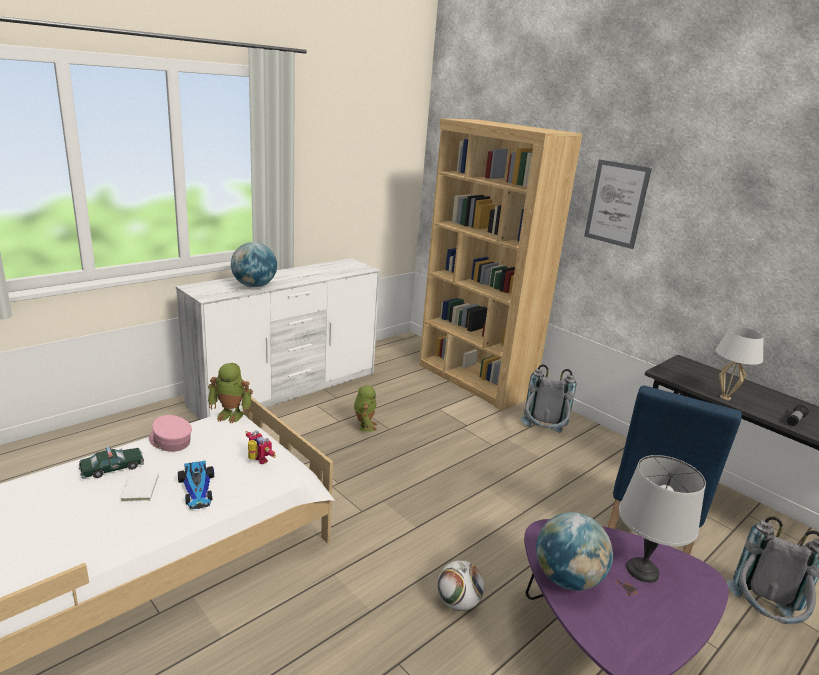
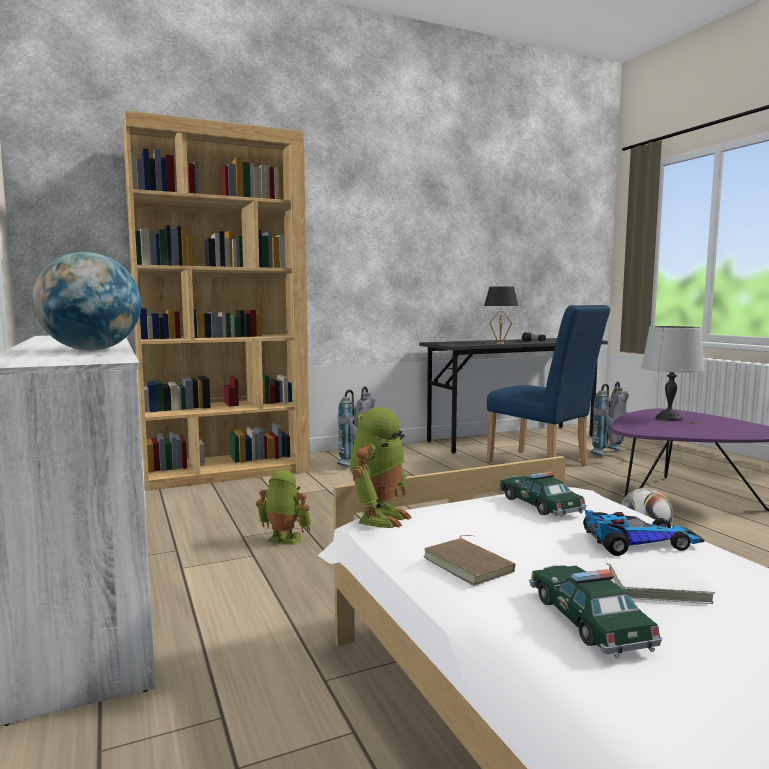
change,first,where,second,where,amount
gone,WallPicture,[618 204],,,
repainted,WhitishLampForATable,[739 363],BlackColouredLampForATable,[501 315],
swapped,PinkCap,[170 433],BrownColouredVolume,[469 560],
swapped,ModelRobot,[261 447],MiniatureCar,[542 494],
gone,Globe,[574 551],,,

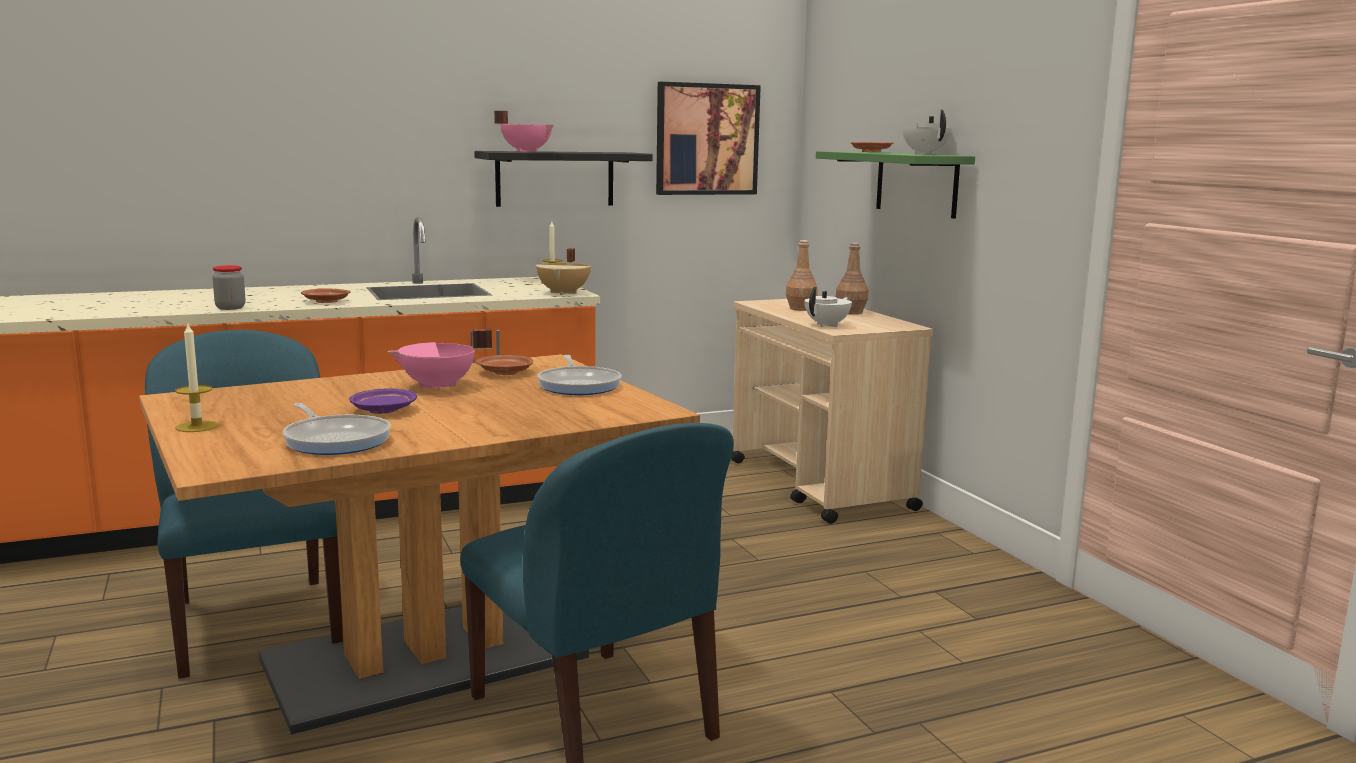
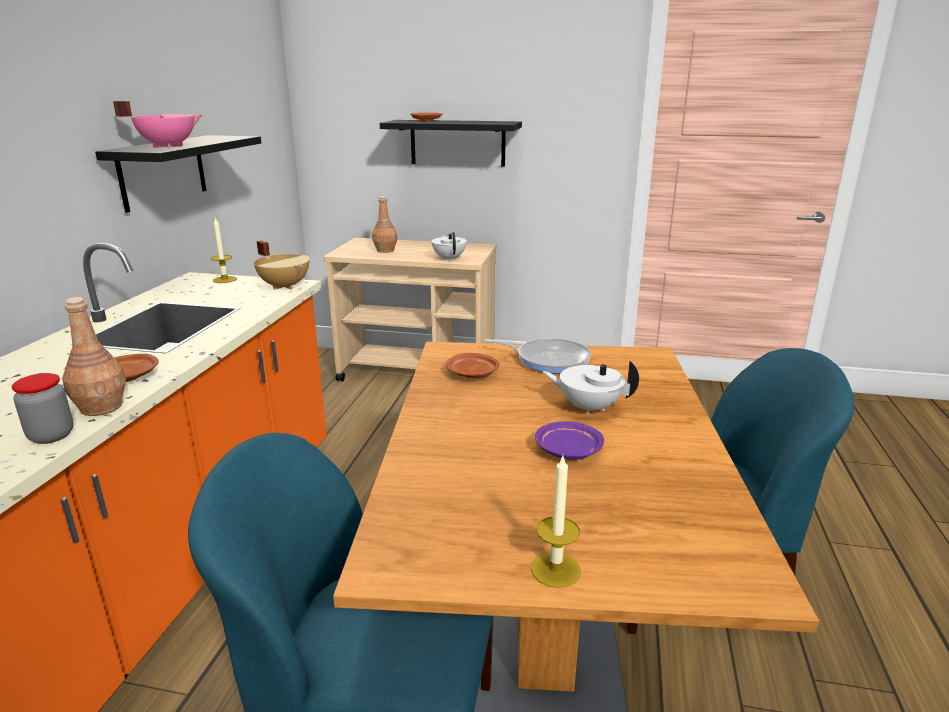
change,first,where,second,where,amount
gone,WallPicture,[708 138],,,
shifted,WhitishTeaPot,[927 131],,[591 388],
repainted,GreenishShelf,[895 185],BlackColouredShelf,[451 143],
shifted,BrownColouredBeverageBottle,[852 278],,[94 356],
gone,PinkCookingPot,[439 360],,,
gone,Pan,[336 429],,,

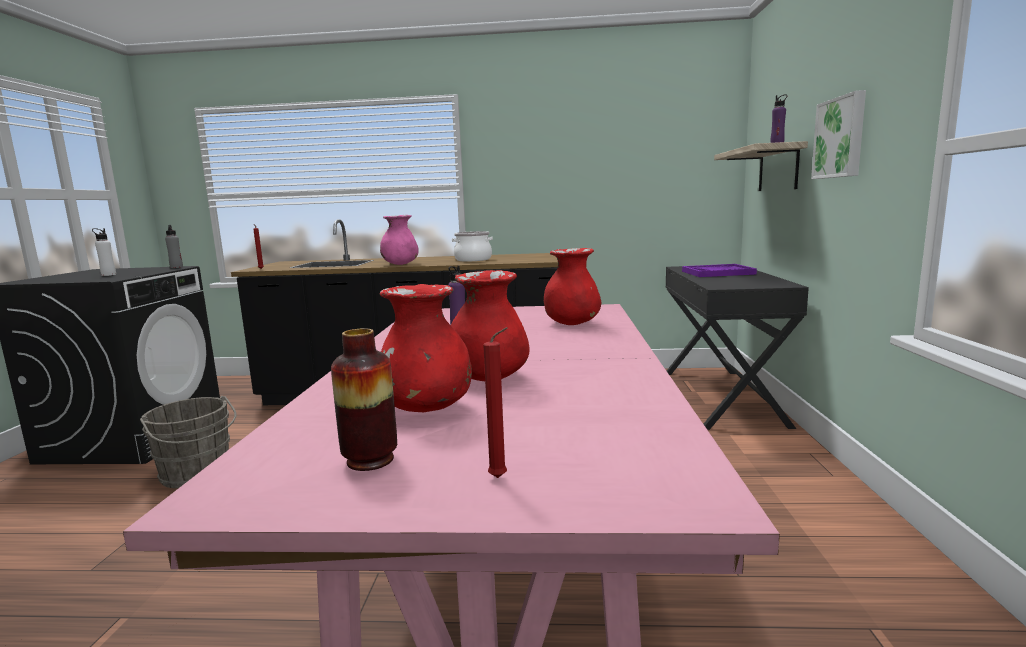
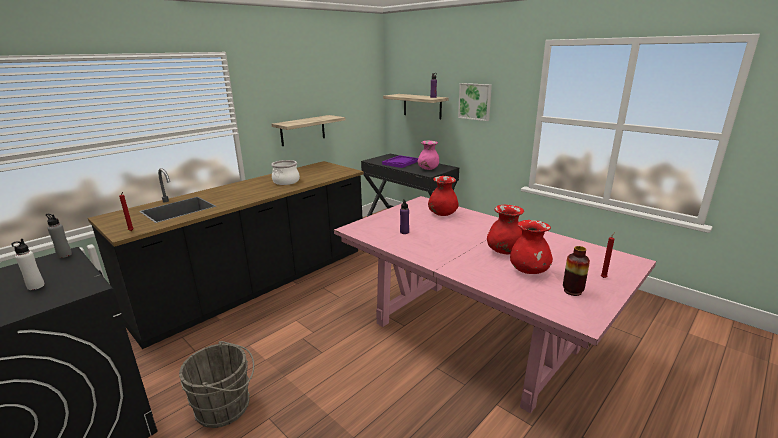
change,first,where,second,where,amount
shifted,PinkFlowerVase,[399 240],,[428 155],
new,,,Shelf,[308 130],

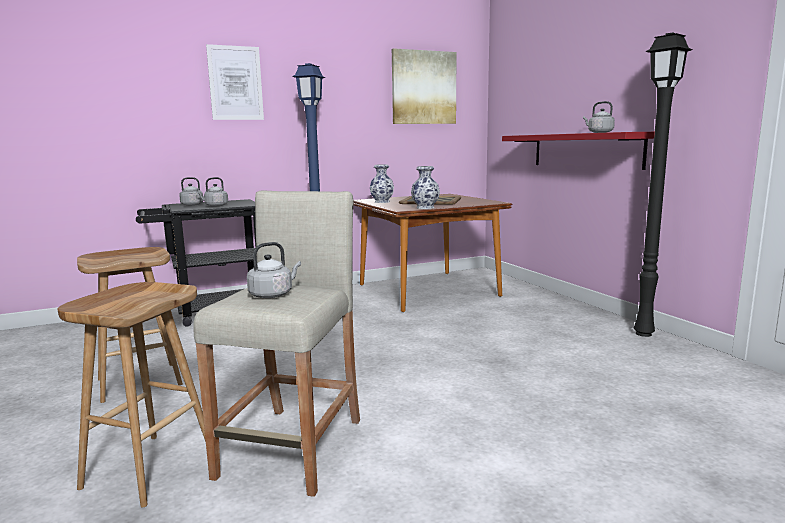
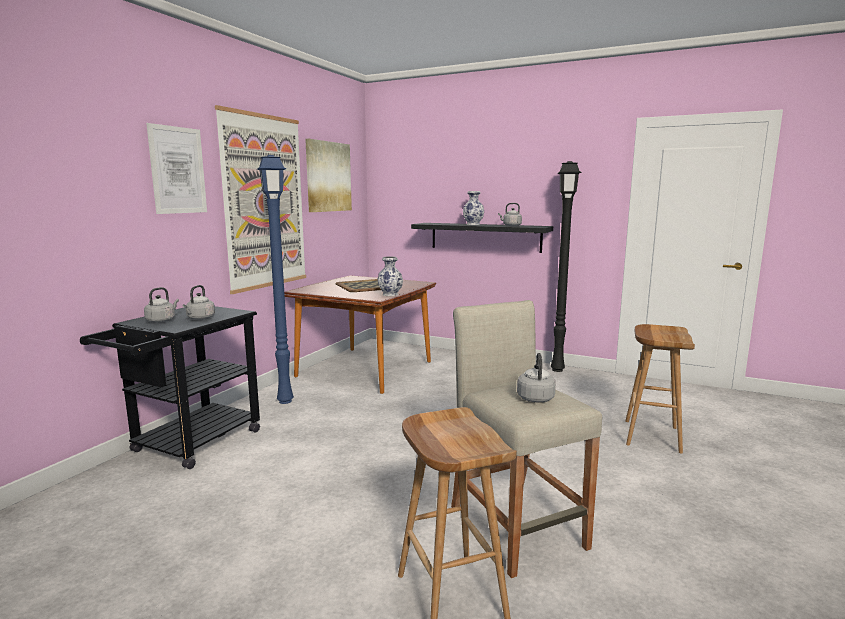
change,first,where,second,where,amount
repainted,RedShelf,[578 151],BlackColouredShelf,[482 238],
shifted,FlowerVase,[382 183],,[473 208],
shifted,BrownColouredStool,[130 325],,[660 389],
new,,,WallPicture,[260 199],

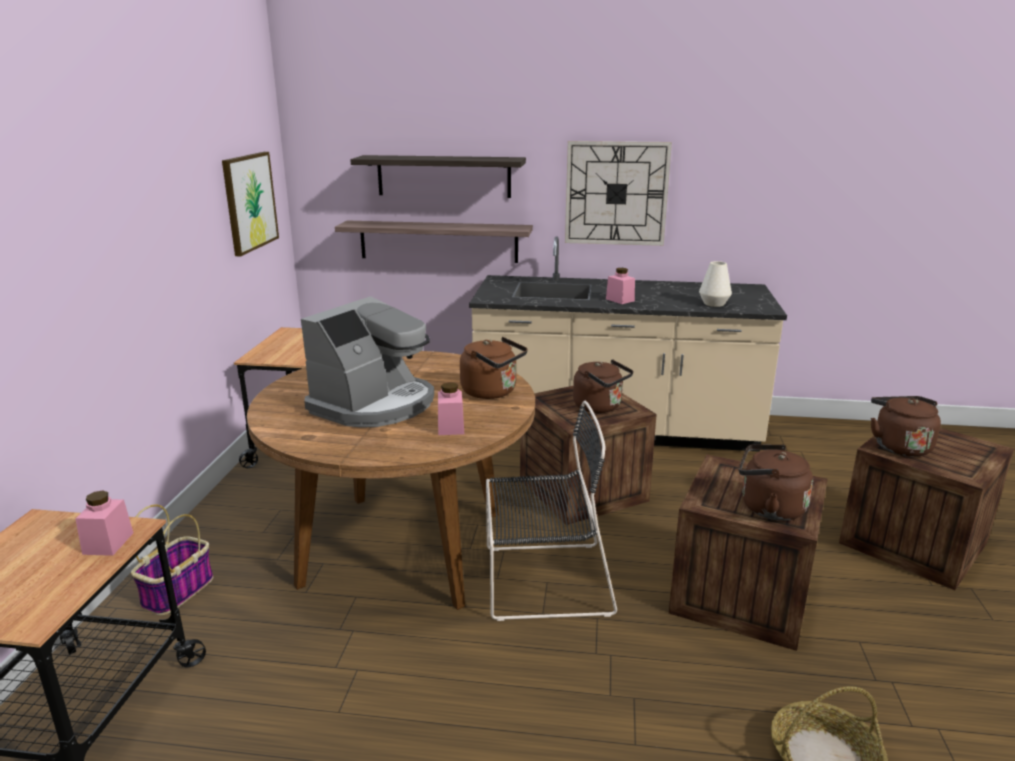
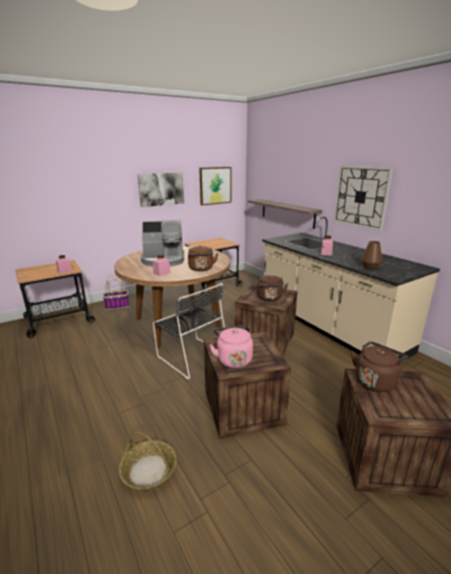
change,first,where,second,where,amount
gone,Shelf,[438 176],,,
repainted,WhitishFlowerVase,[715 284],BrownColouredFlowerVase,[371 255],
repainted,BrownColouredTeaKettle,[776 482],PinkTeaKettle,[231 346],
new,,,WallPicture,[161 189],

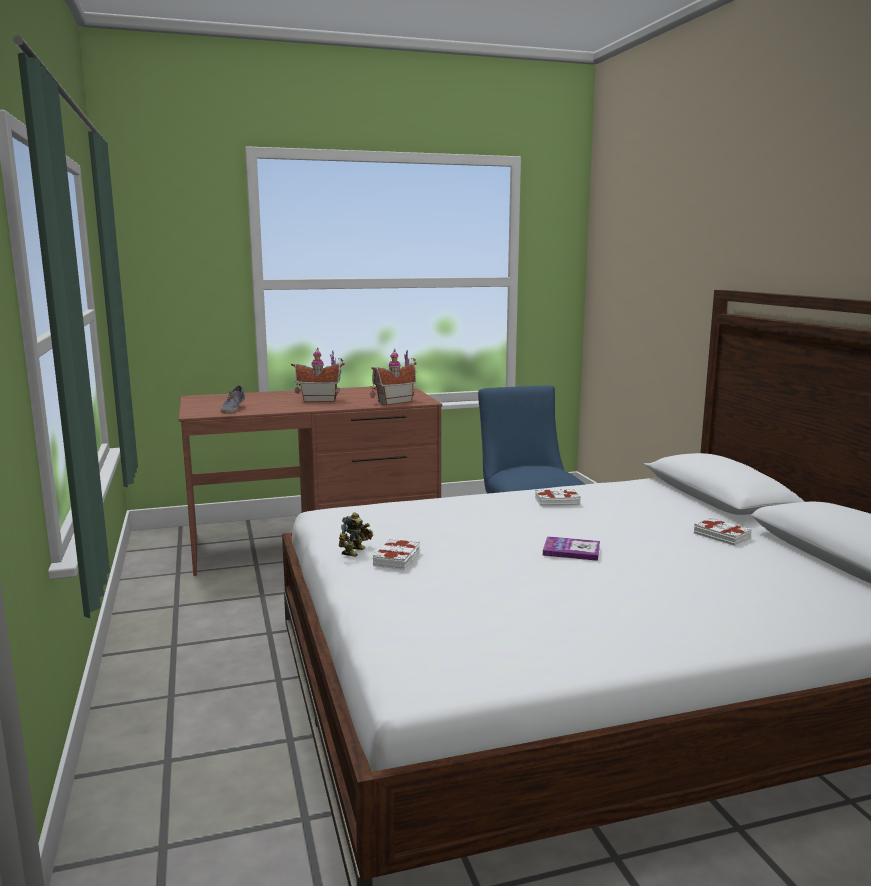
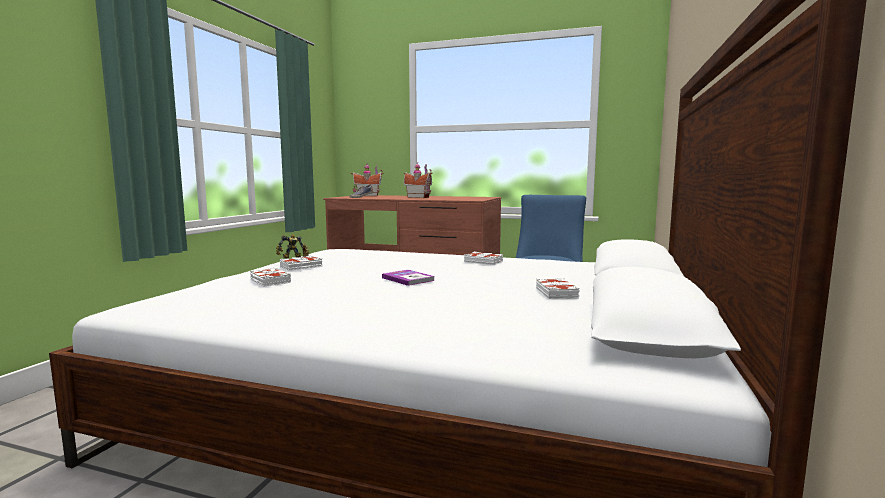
change,first,where,second,where,amount
shifted,ToyHouse,[393 376],,[367 179],
new,,,WhitishVolume,[270 277],

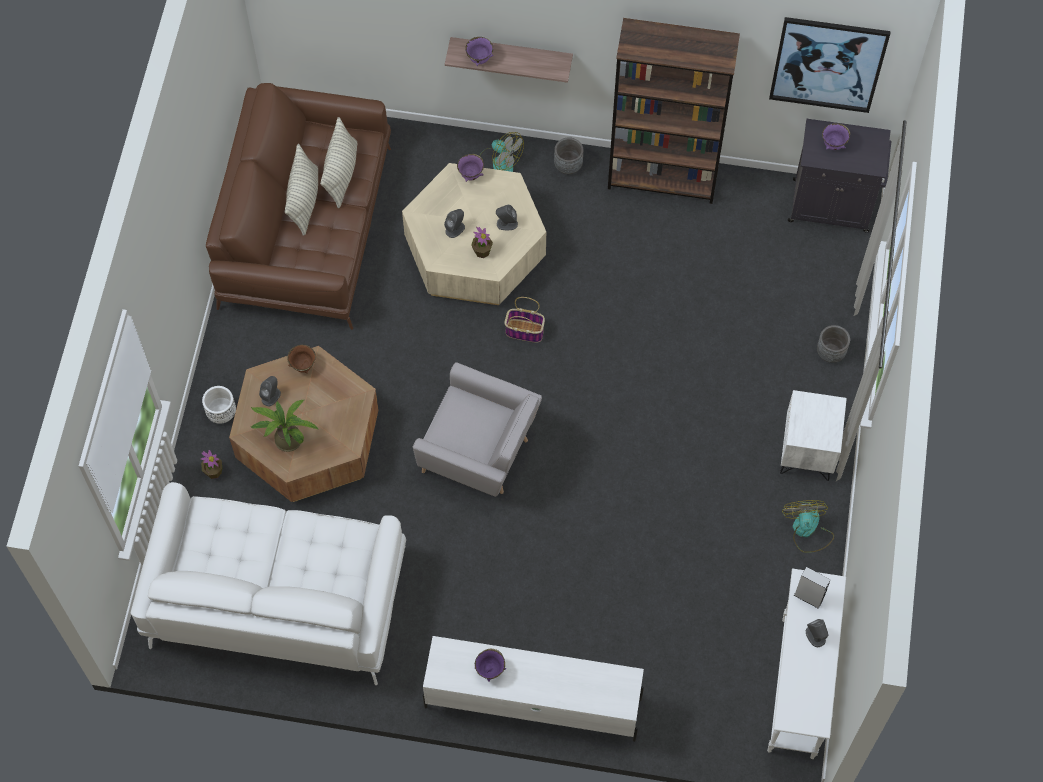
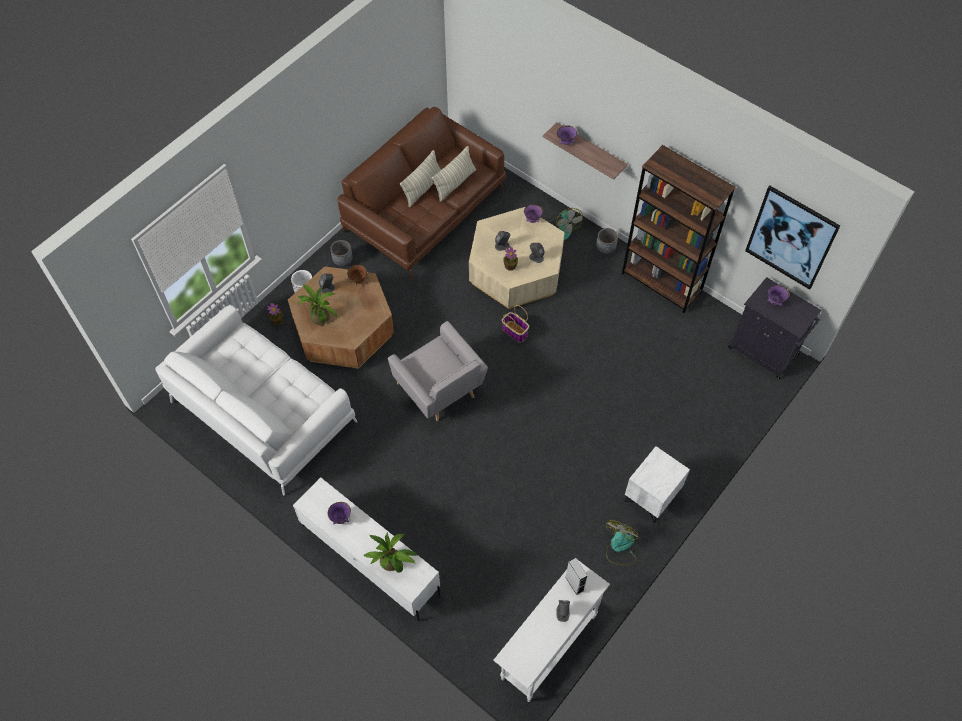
change,first,where,second,where,amount
shifted,GrayPlanter,[833 344],,[341 253],
new,,,PottedPlant,[390 552],

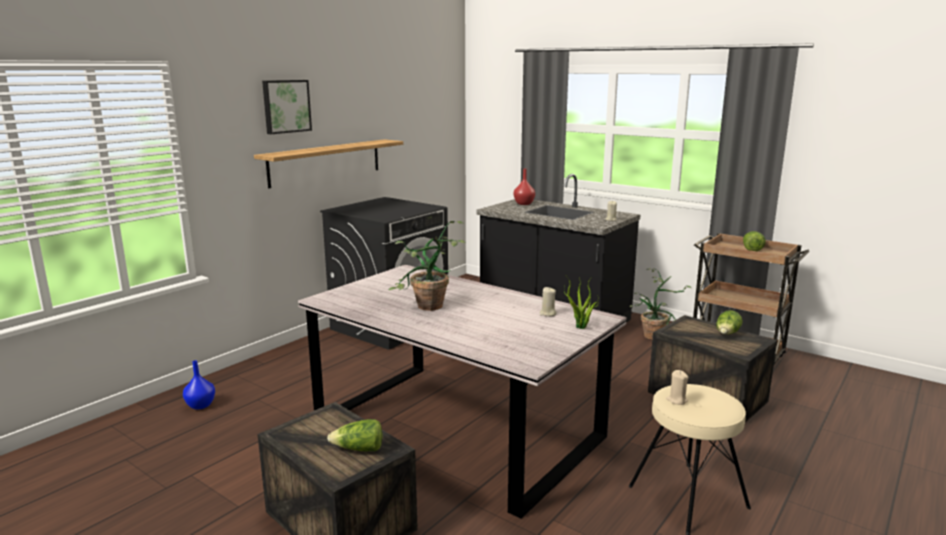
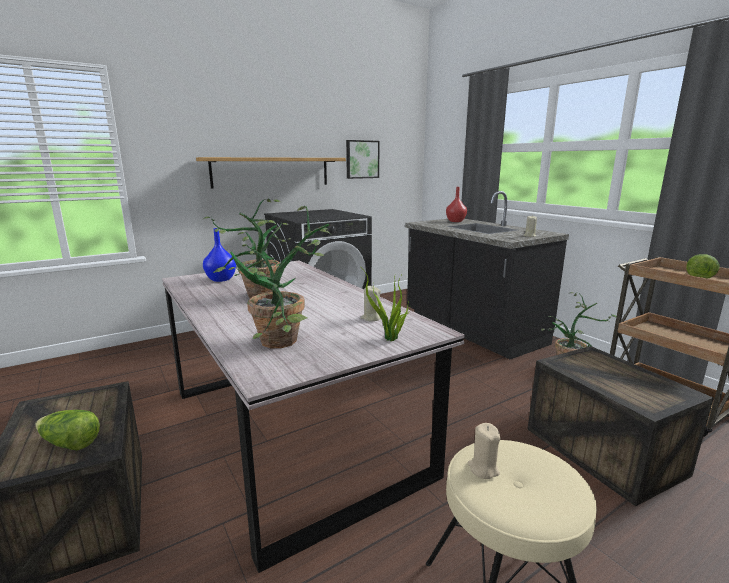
change,first,where,second,where,amount
shifted,WallPicture,[287 107],,[363 159],
gone,LettuceHead,[729 322],,,
shifted,BlueFlowerVase,[199 385],,[219 255],
new,,,PottedPlant,[279 277],

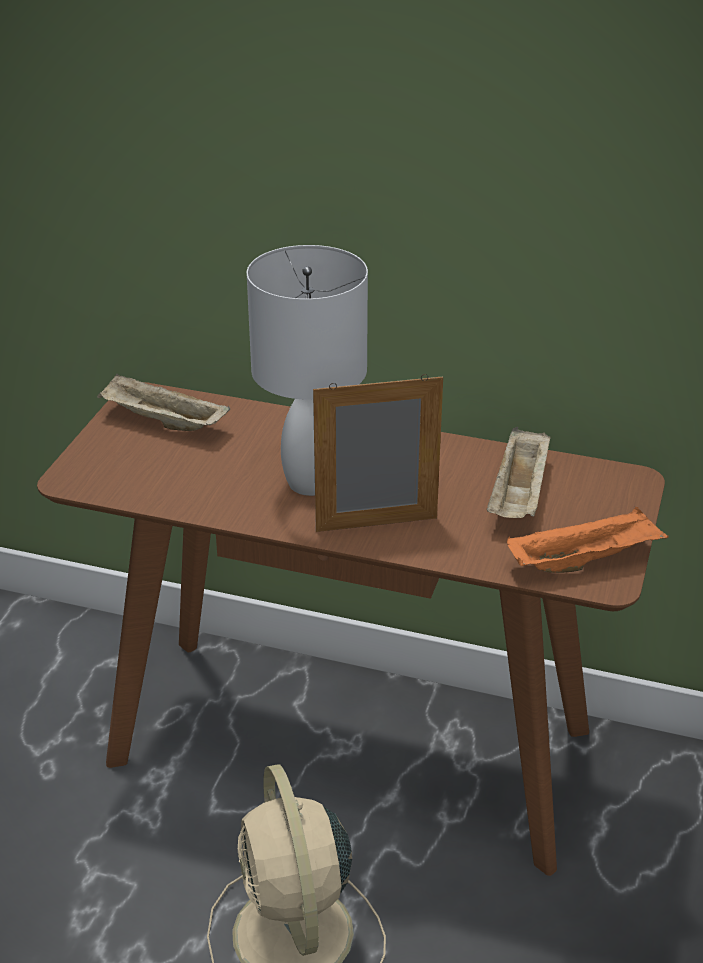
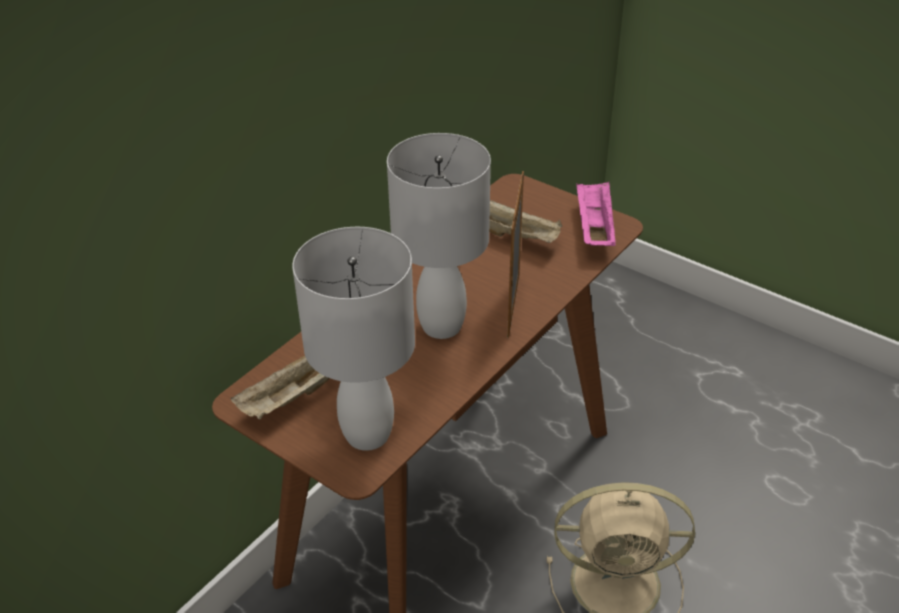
change,first,where,second,where,amount
repainted,OrangeyTray,[588 540],PinkTray,[596 214],
new,,,WhitishLampForATable,[353 339],

